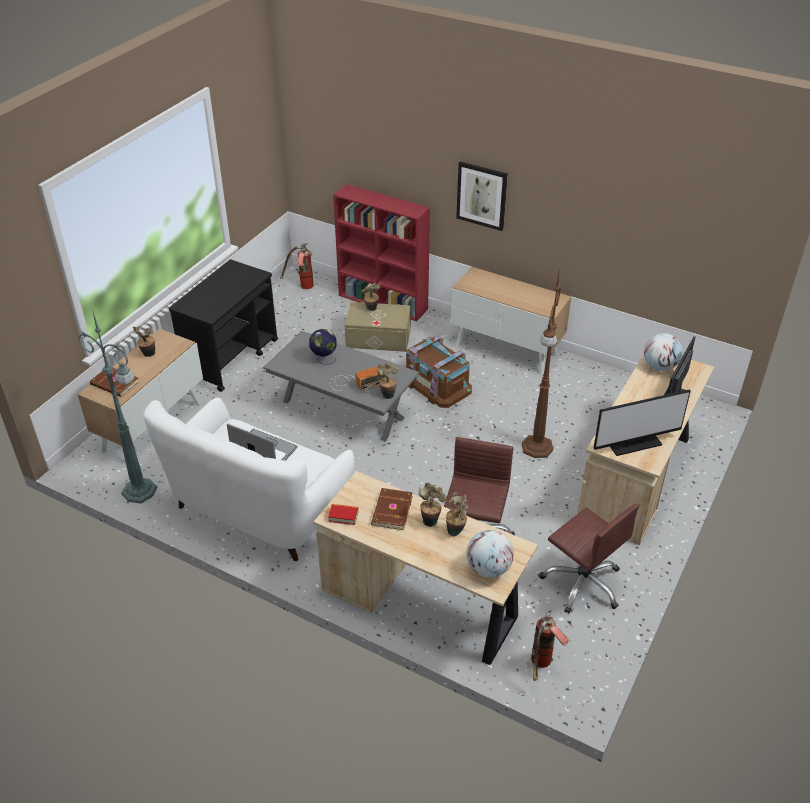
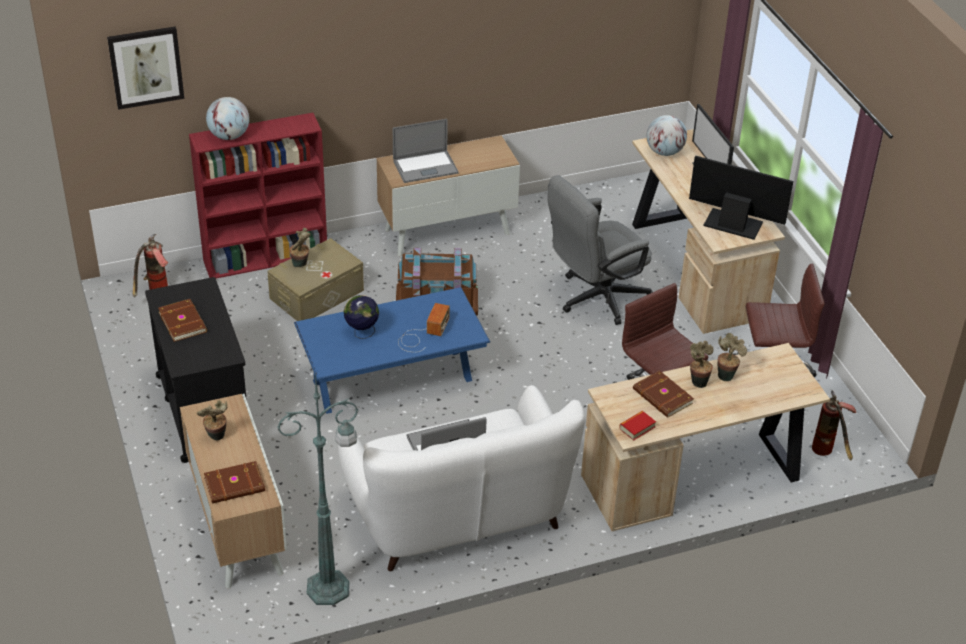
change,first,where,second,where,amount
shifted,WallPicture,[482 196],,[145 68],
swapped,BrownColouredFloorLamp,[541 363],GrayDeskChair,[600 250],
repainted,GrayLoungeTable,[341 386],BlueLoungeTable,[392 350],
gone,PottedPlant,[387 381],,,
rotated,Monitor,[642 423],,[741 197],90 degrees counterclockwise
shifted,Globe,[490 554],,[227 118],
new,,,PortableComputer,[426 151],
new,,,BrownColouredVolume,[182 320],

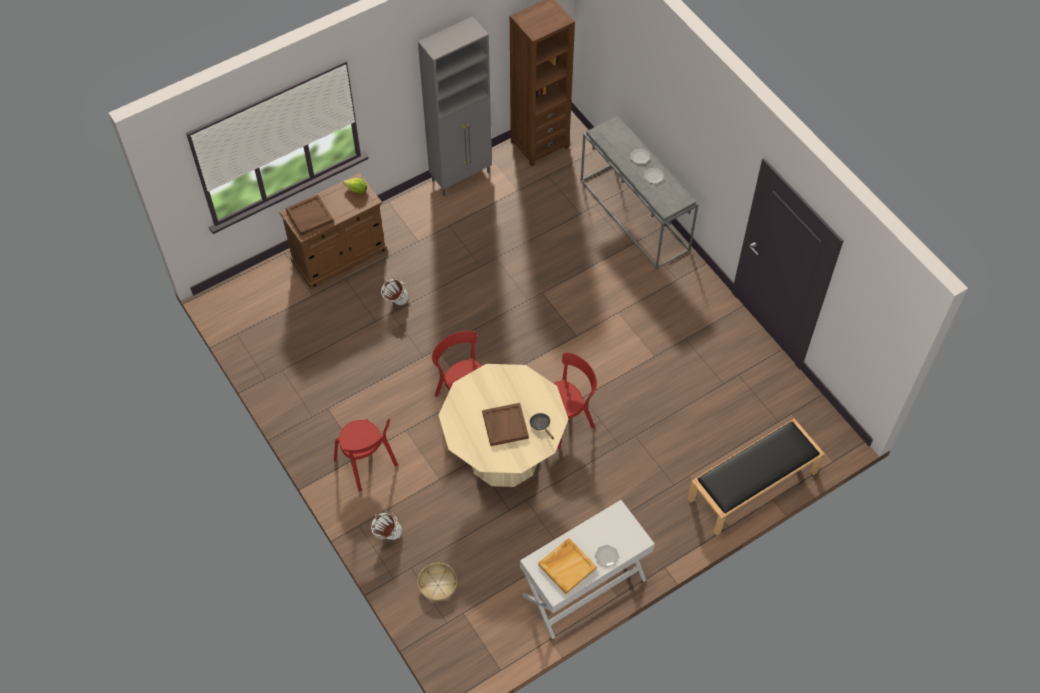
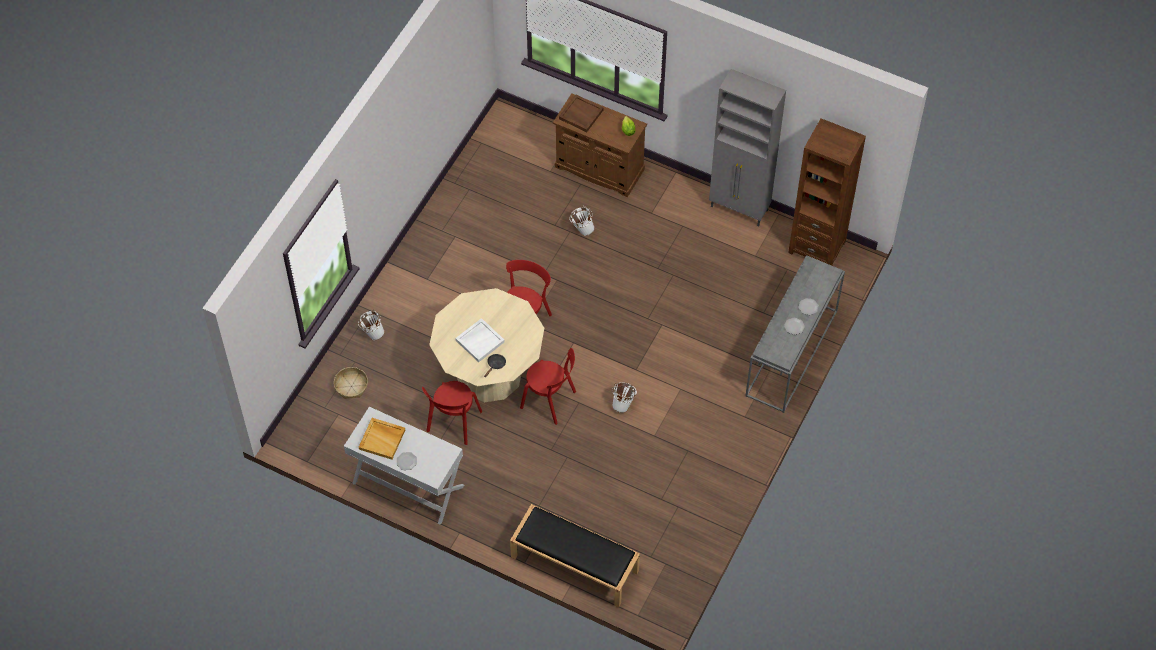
change,first,where,second,where,amount
repainted,BrownColouredTray,[505 424],WhitishTray,[480 340],
shifted,RedPlainChair,[366 455],,[452 413],
new,,,WhitishWaterBucket,[624 397],

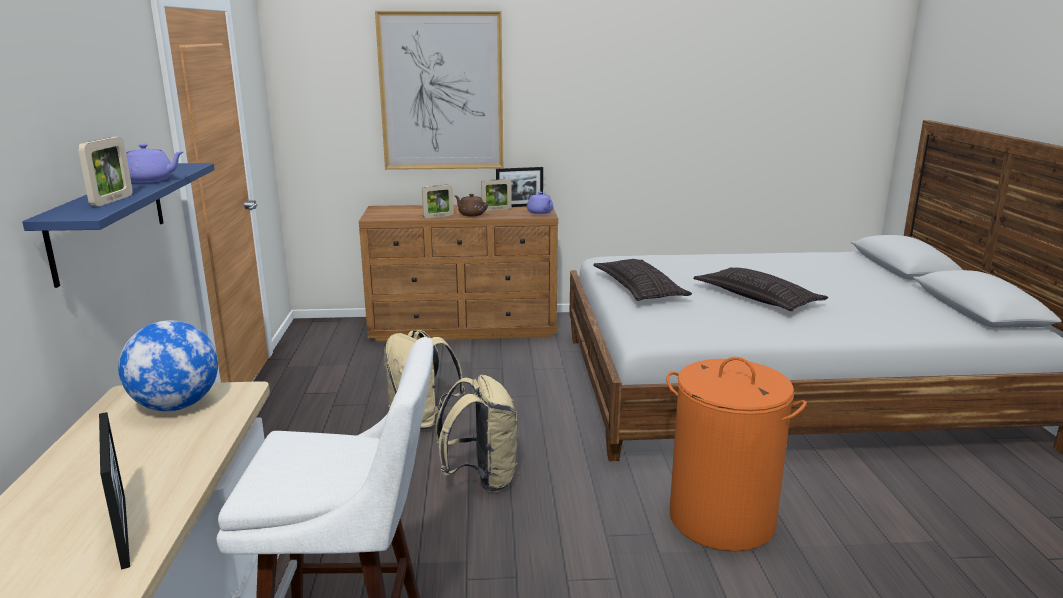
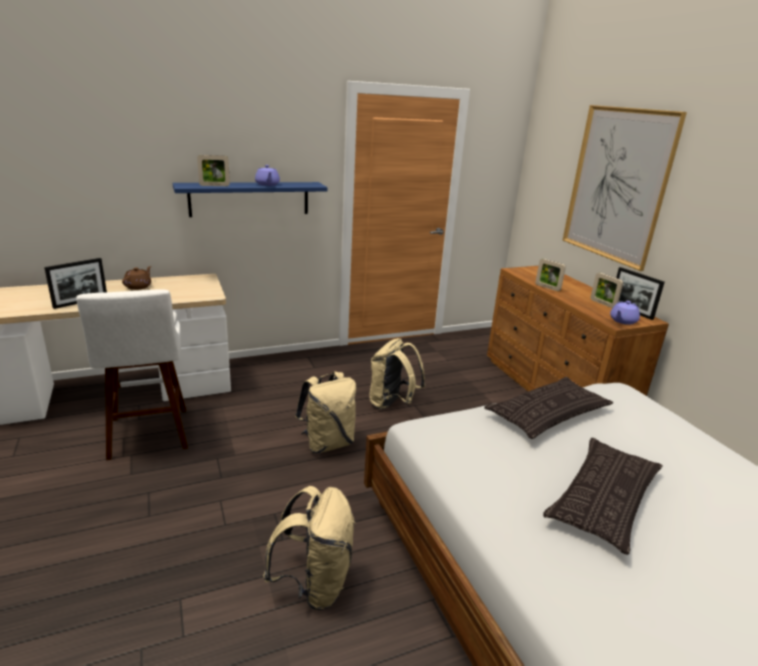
change,first,where,second,where,amount
shifted,BrownColouredTeaPot,[471 205],,[136 278],
gone,Globe,[168 365],,,
swapped,OrangeyLaundryBasket,[736 454],BeigeKnapsack,[309 548],

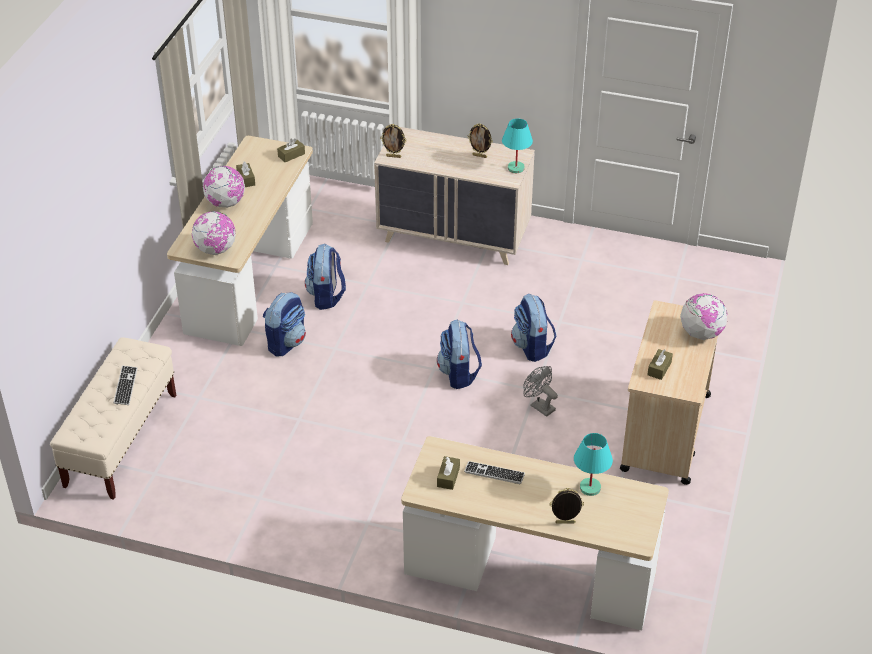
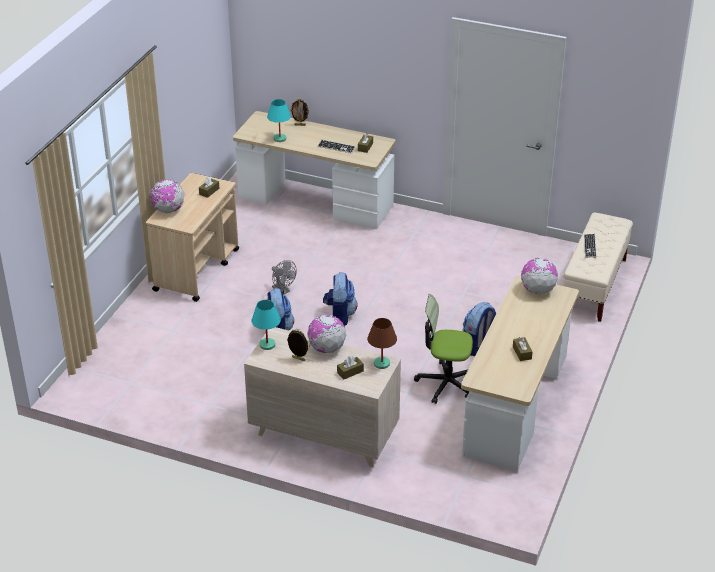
change,first,where,second,where,amount
swapped,StandingFrame,[393 141],BrownColouredLampForATable,[382 343],
shifted,BrownColouredTissueBox,[291 150],,[350 367],
shifted,Globe,[224 187],,[326 334],
swapped,Knapsack,[325 277],DeskChair,[443 349],

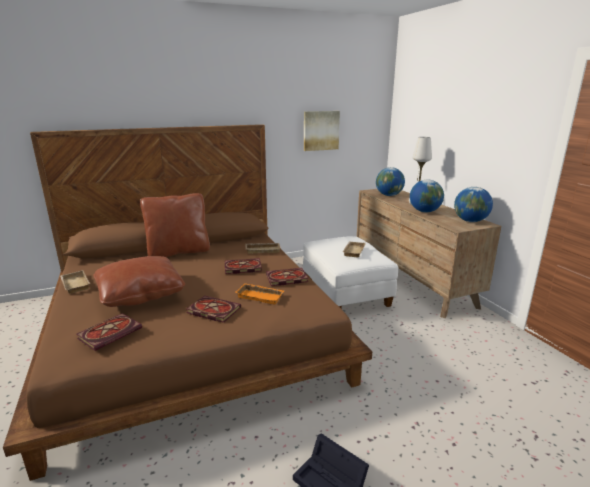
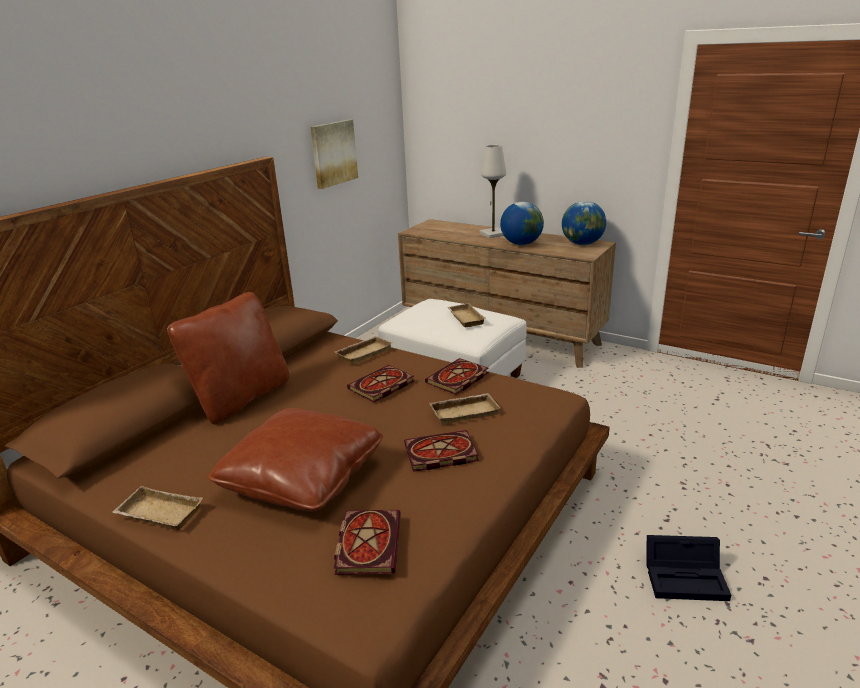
change,first,where,second,where,amount
gone,Globe,[390 181],,,
repainted,OrangeyTray,[259 294],BeigeTray,[465 409],

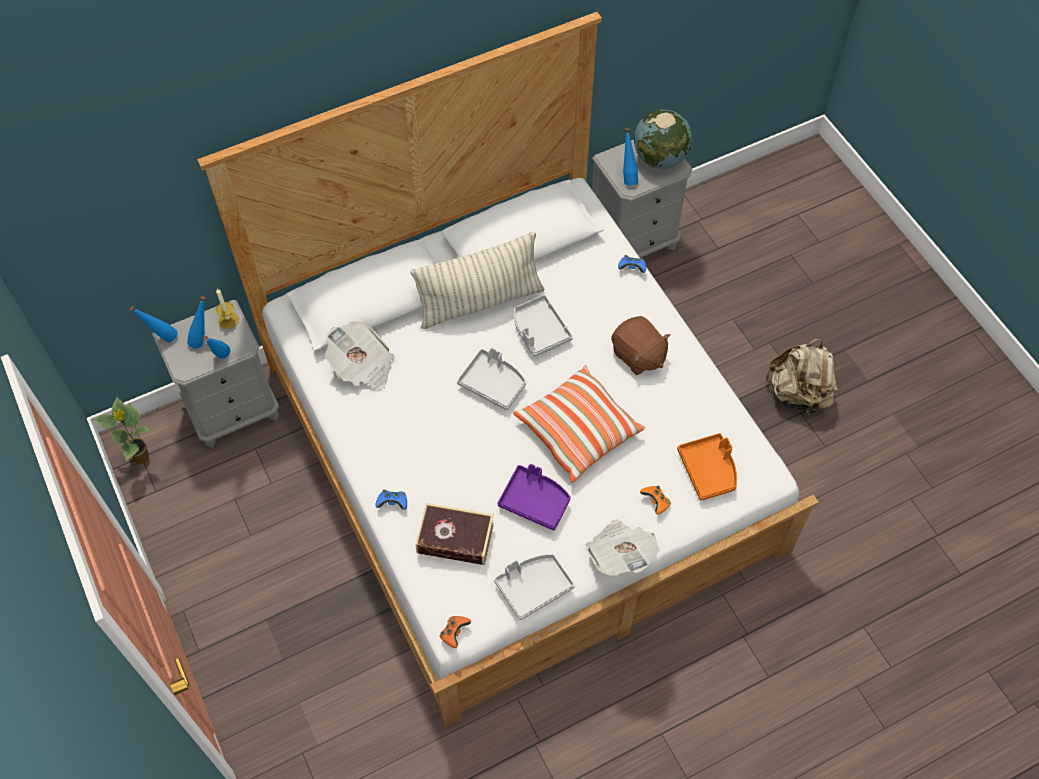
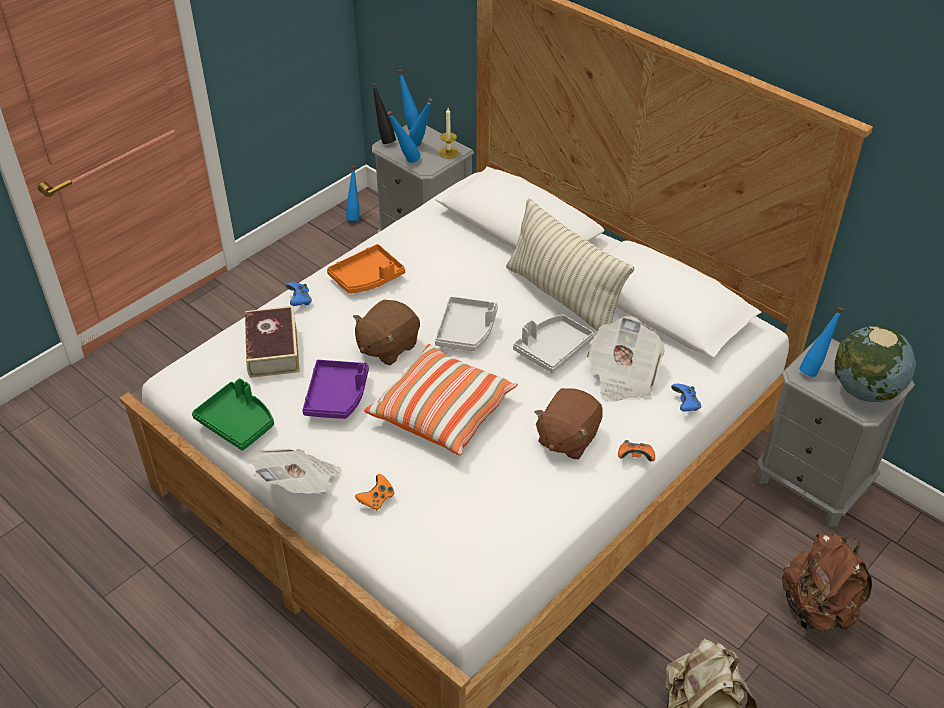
change,first,where,second,where,amount
shifted,Newspaper,[360 355],,[626 359],
swapped,PottedPlant,[122 430],BlueBeverageBottle,[352 193],
shifted,OrangeyTray,[707 467],,[366 268],
repainted,GrayTray,[534 587],GreenishTray,[233 414],
shifted,OrangeyGameController,[455 632],,[636 451],
new,,,BlackColouredBeverageBottle,[383 113],
new,,,BrownColouredCuddlyToy,[386 332],
new,,,BrownColouredKnapsack,[827 582],

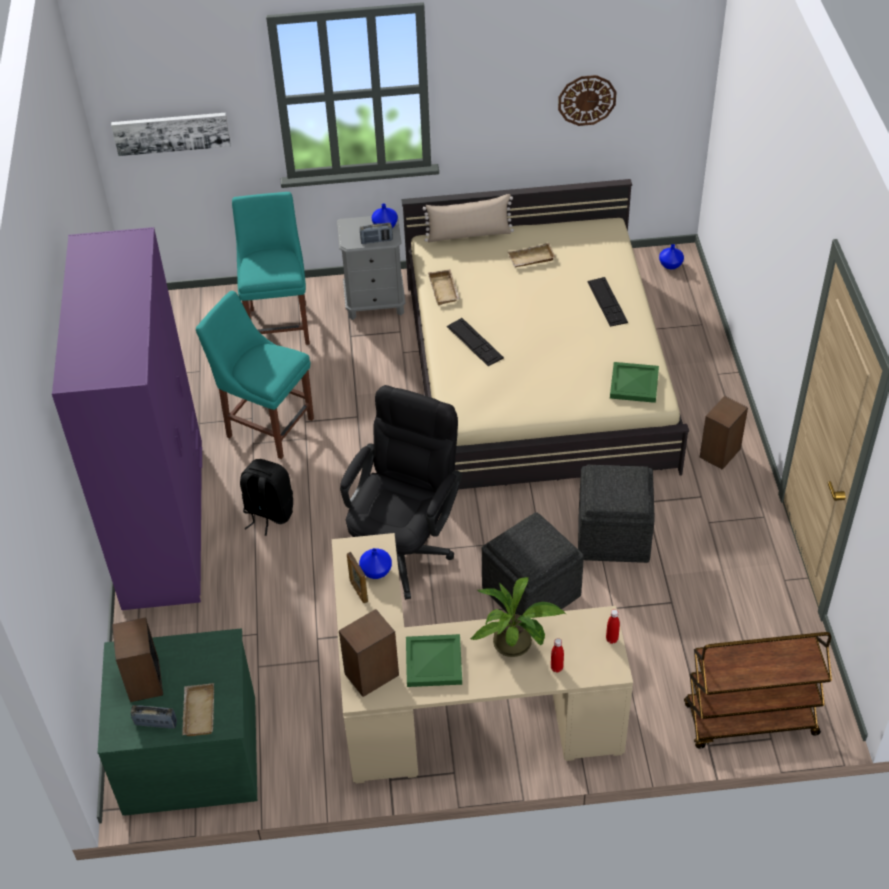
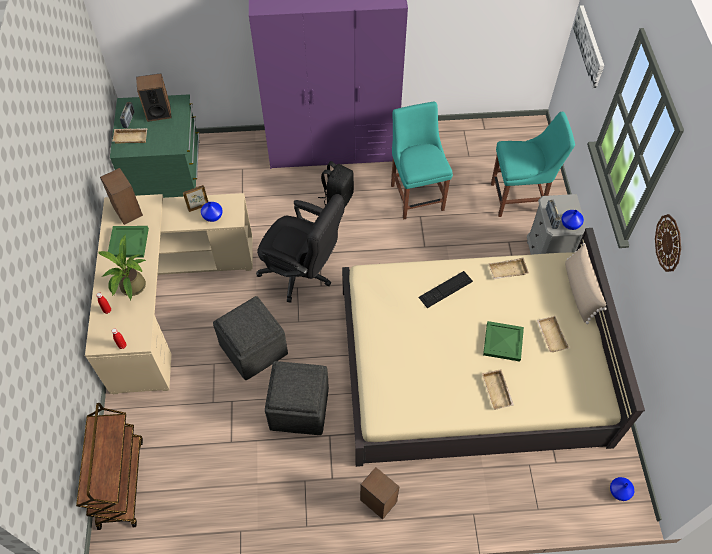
change,first,where,second,where,amount
shifted,ClockOnTheWall,[587 100],,[668 243],
swapped,Keyboard,[607 302],BeigeTray,[498 389],
rotated,BlueGreenPlainChair,[255 375],,[422 160],45 degrees counterclockwise
shifted,GreenishTray,[634 382],,[503 341],

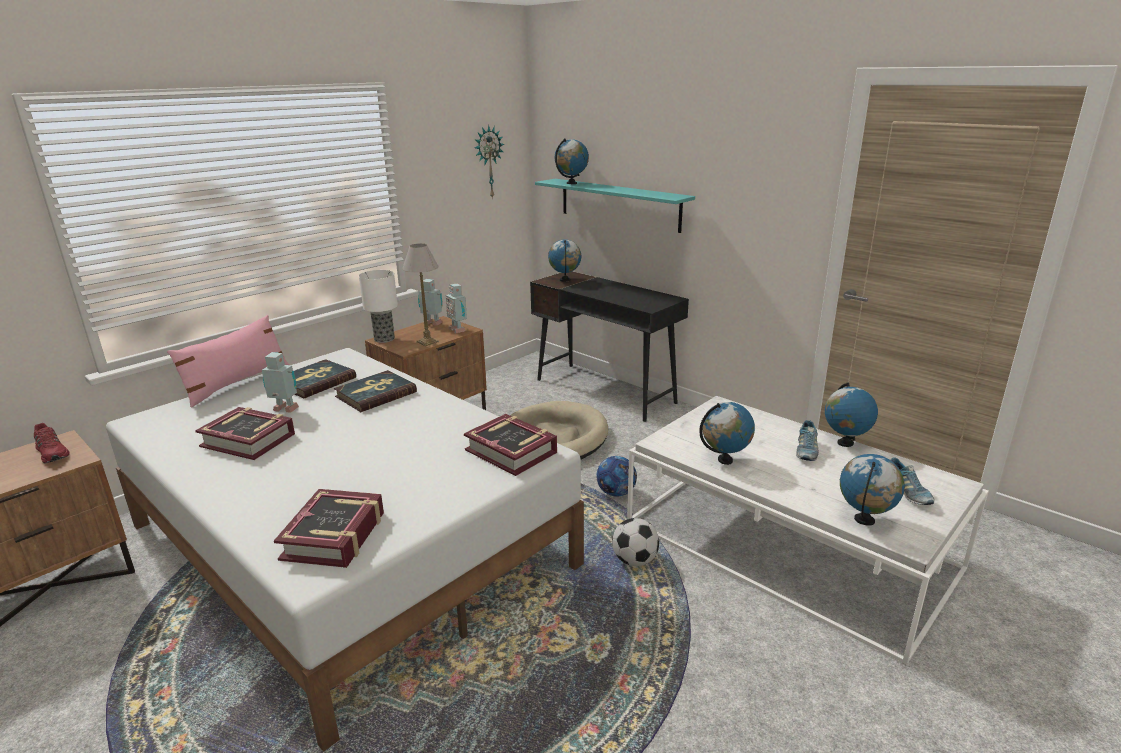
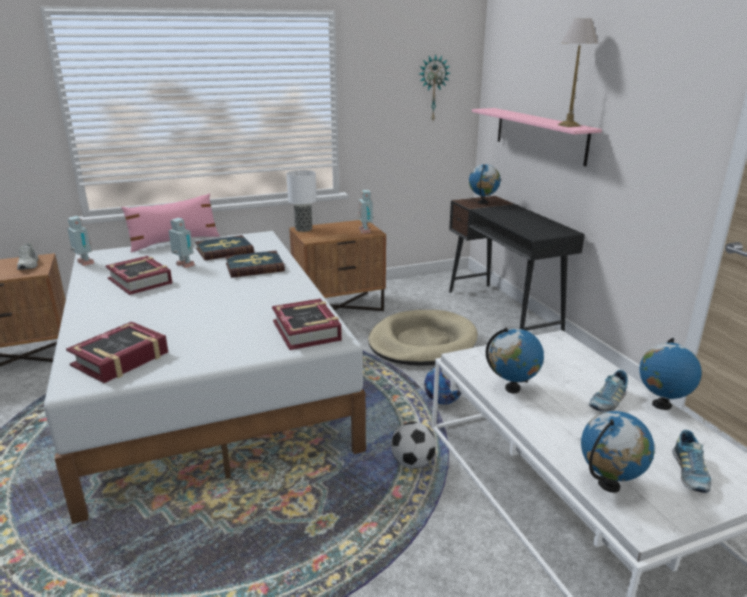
change,first,where,second,where,amount
gone,Globe,[571 161],,,
repainted,BlueGreenShelf,[615 206],PinkShelf,[537 137],
shifted,LampForATable,[420 295],,[578 72],
shifted,ModelRobot,[430 302],,[80 241],
repainted,RedItemOfFootwear,[51 443],WhitishItemOfFootwear,[28 256],

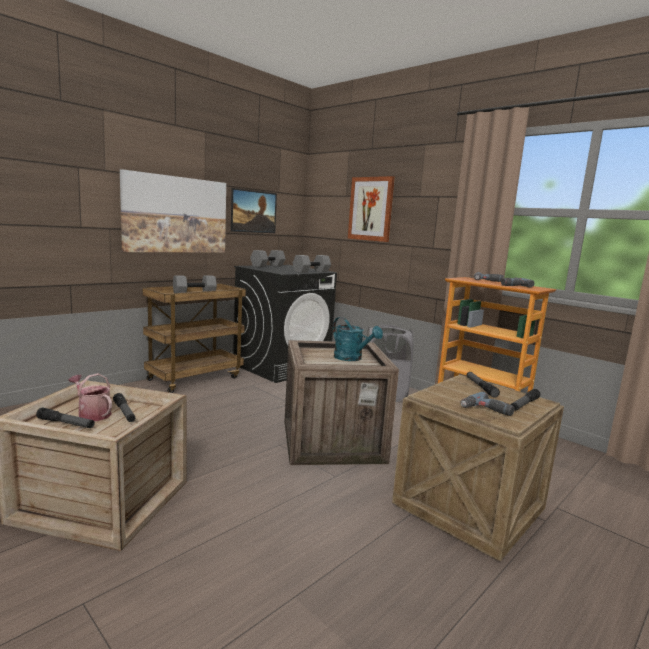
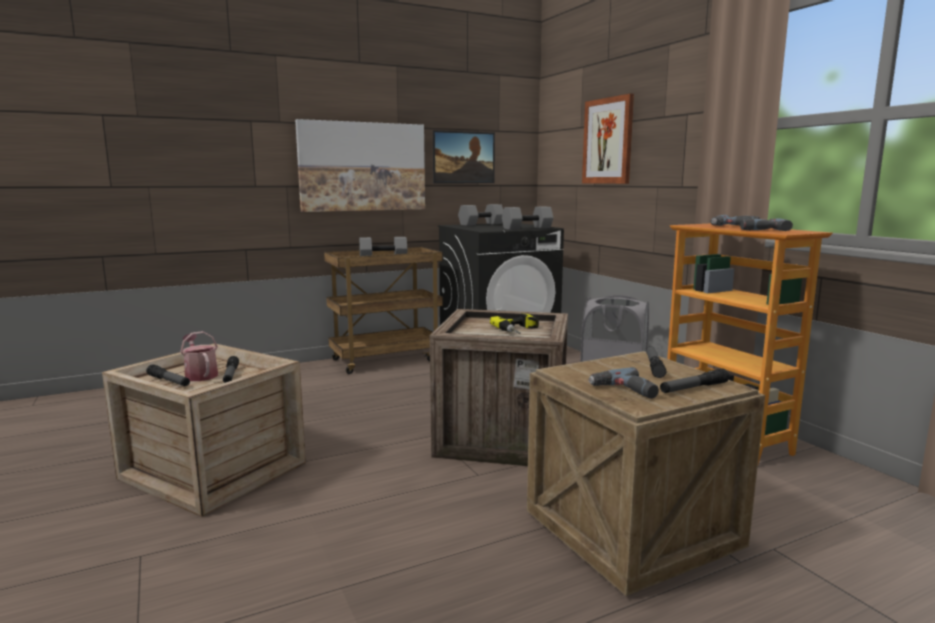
change,first,where,second,where,amount
swapped,BlueGreenWateringPot,[358 339],Drill,[514 323],

